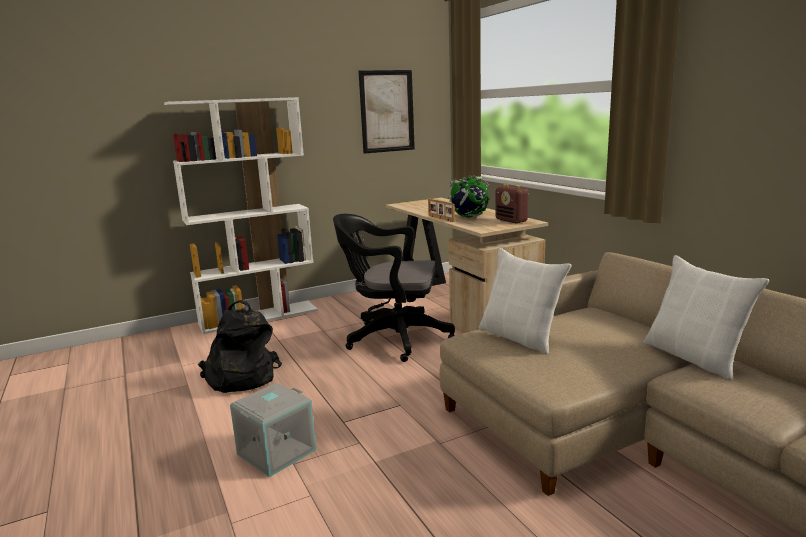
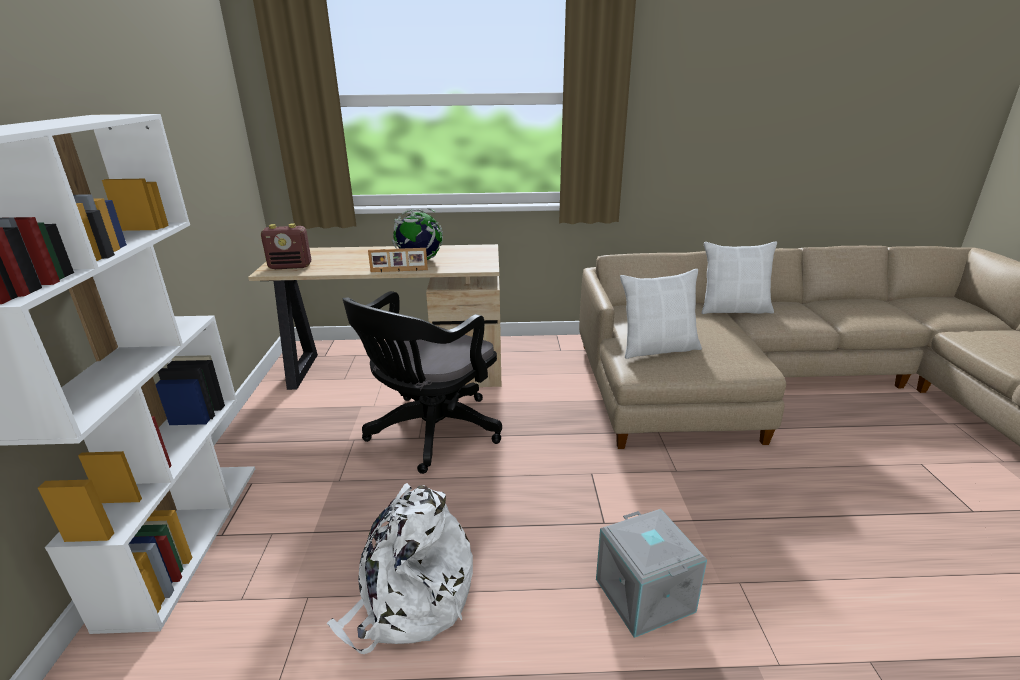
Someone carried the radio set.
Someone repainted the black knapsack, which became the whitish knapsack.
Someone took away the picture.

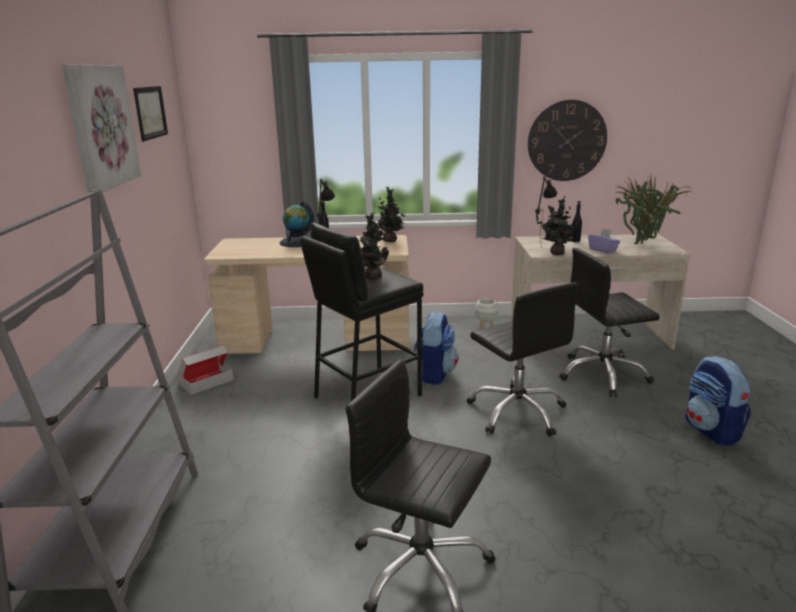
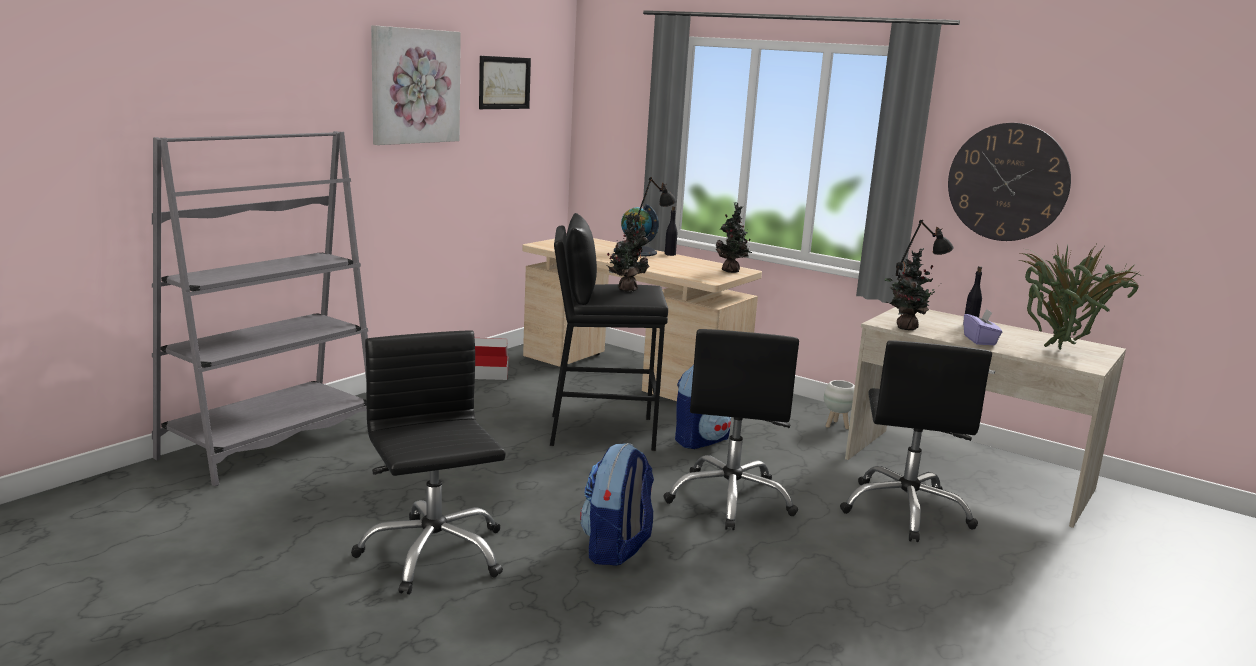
Someone carried the knapsack (no. 2 from left in the first image).
Someone rotated the black office chair (no. 3 from left) by 105 degrees counterclockwise.

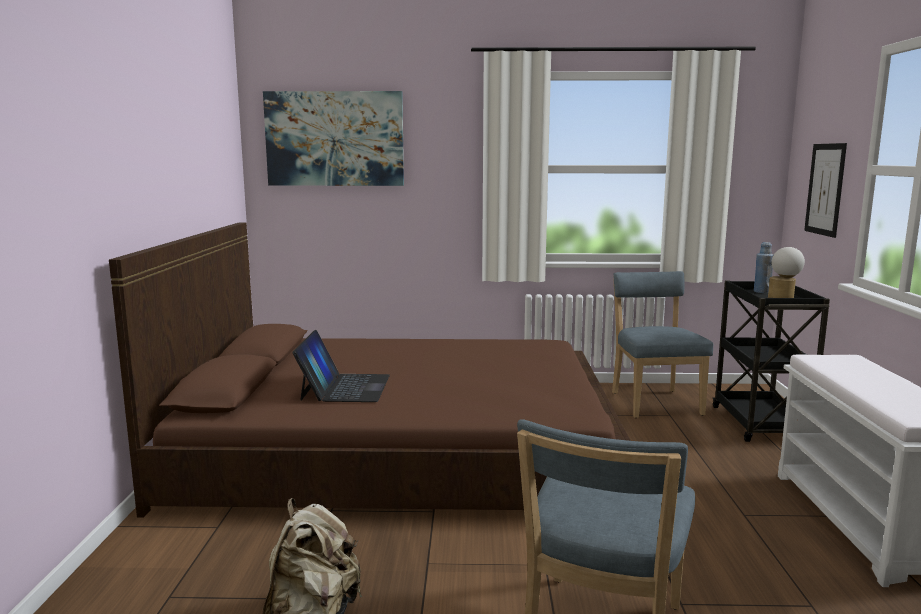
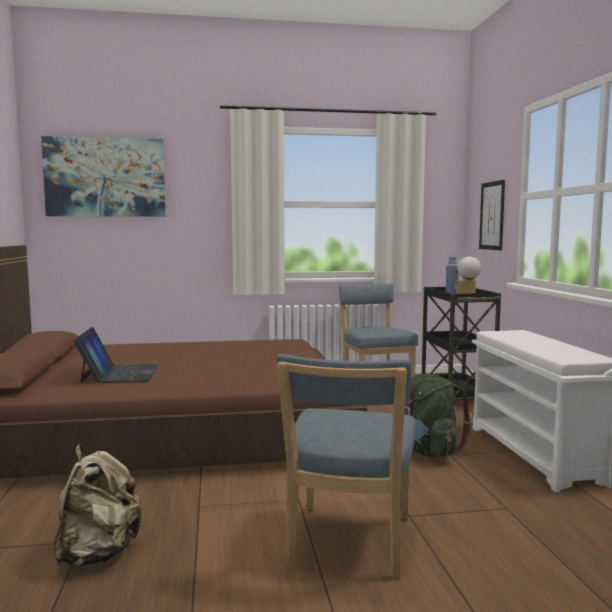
Someone put down the green-coloured knapsack.

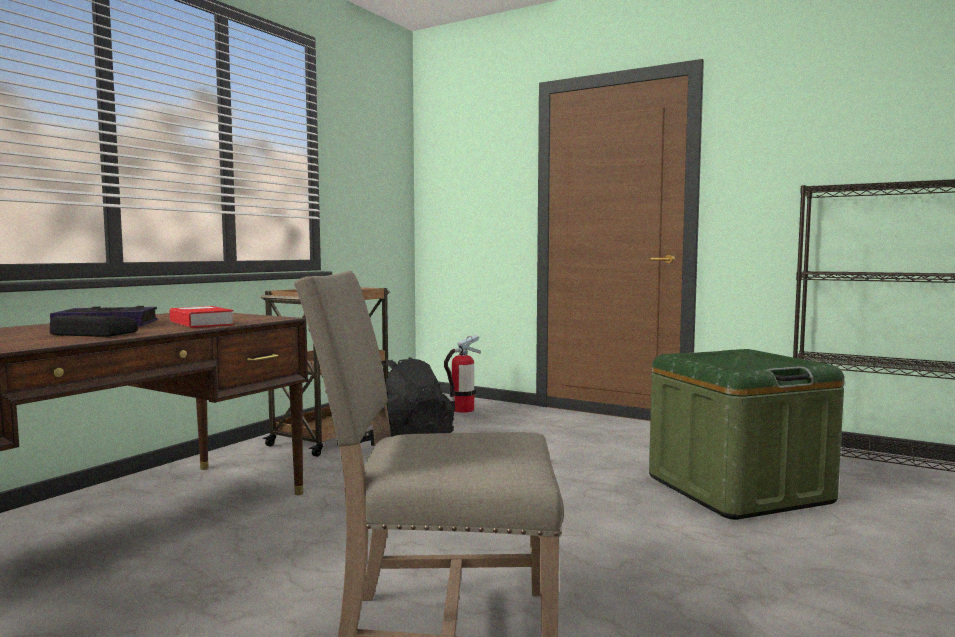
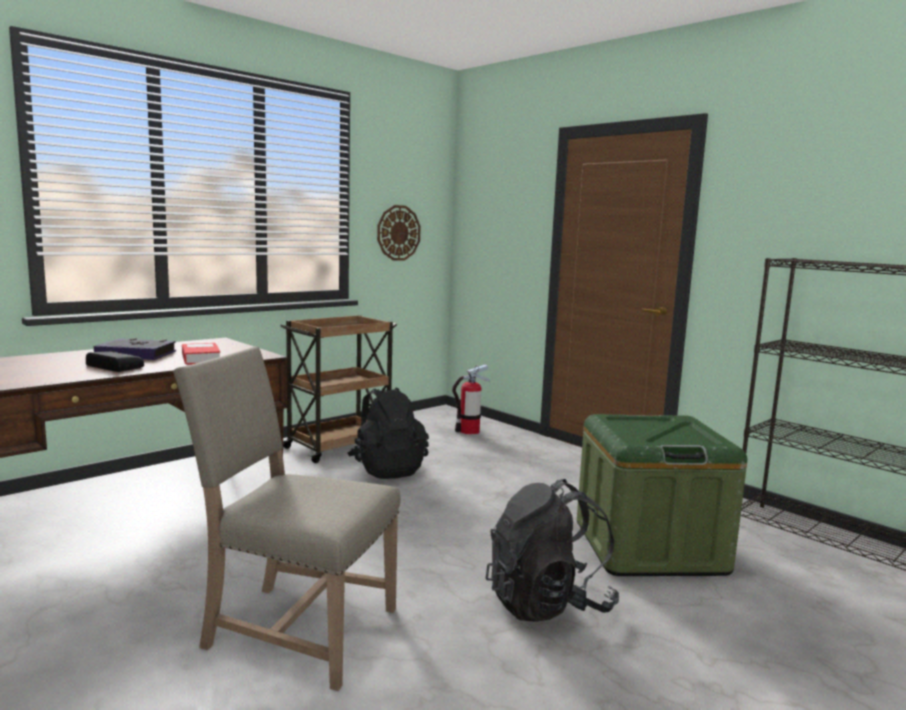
Someone put up the clock on the wall.
Someone put down the black knapsack (no. 2 from left).

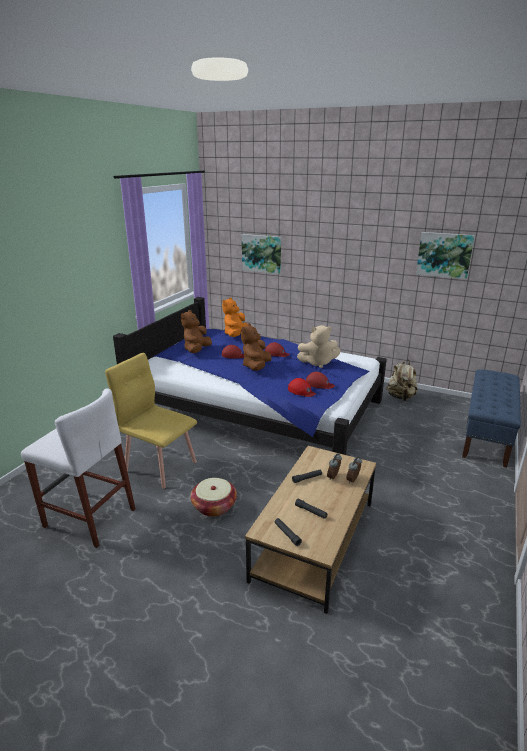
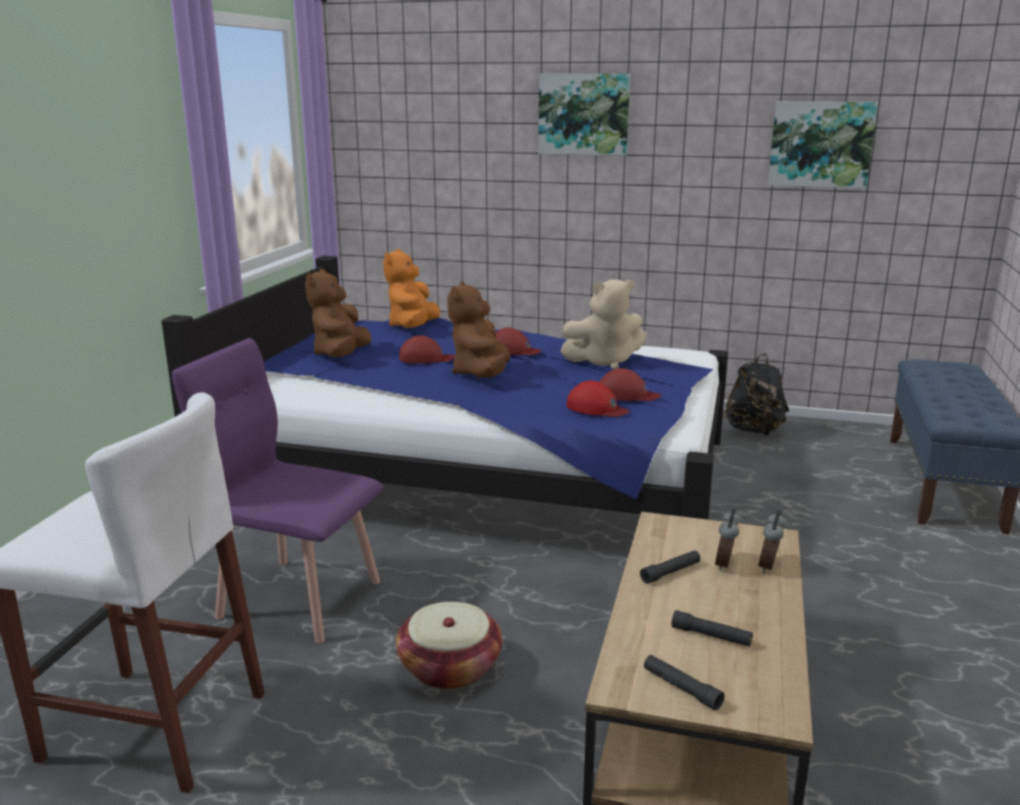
Someone repainted the yellow upright chair, which became the purple-coloured upright chair.
Someone carried the picture (no. 1 from left).
Someone repainted the beige-coloured knapsack, which became the black knapsack.

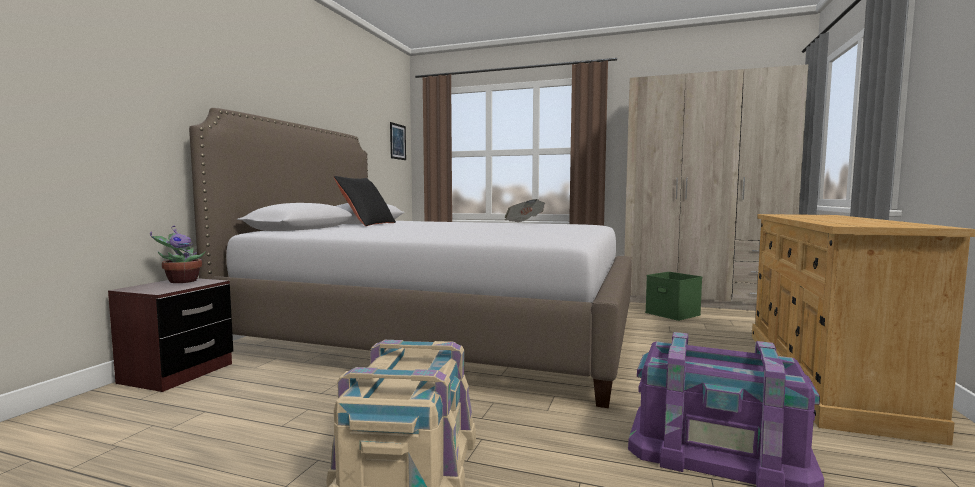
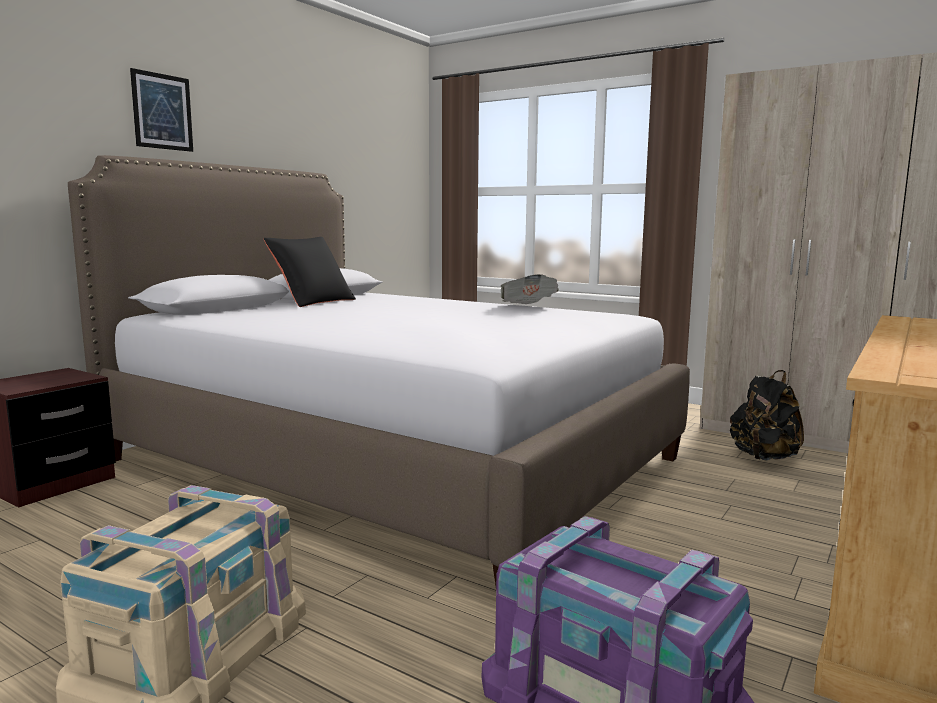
Someone carried the picture.
Someone swapped the green-coloured storage box for the black knapsack.
Someone took away the potted plant.

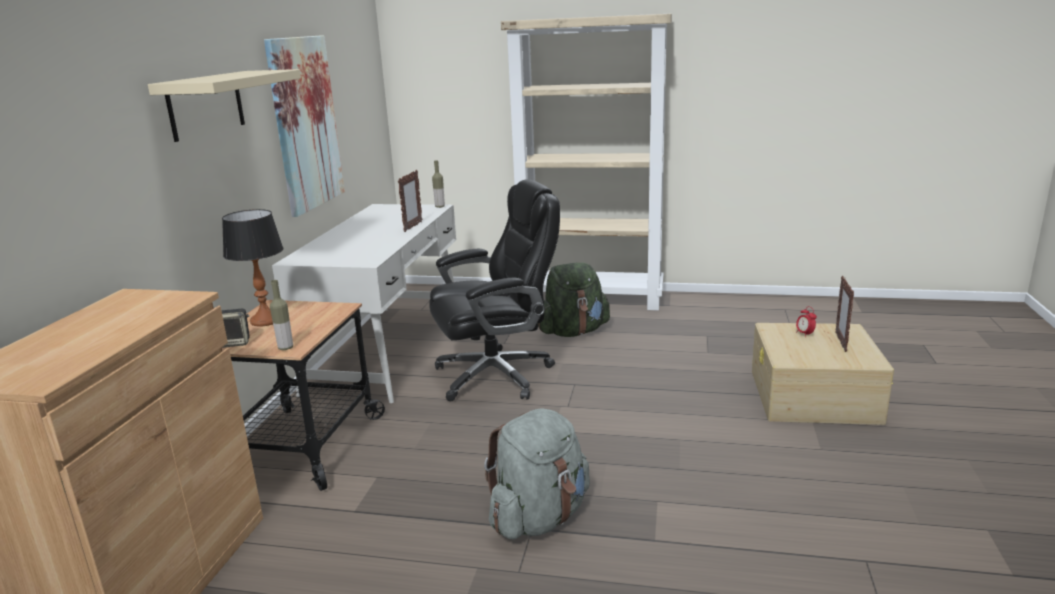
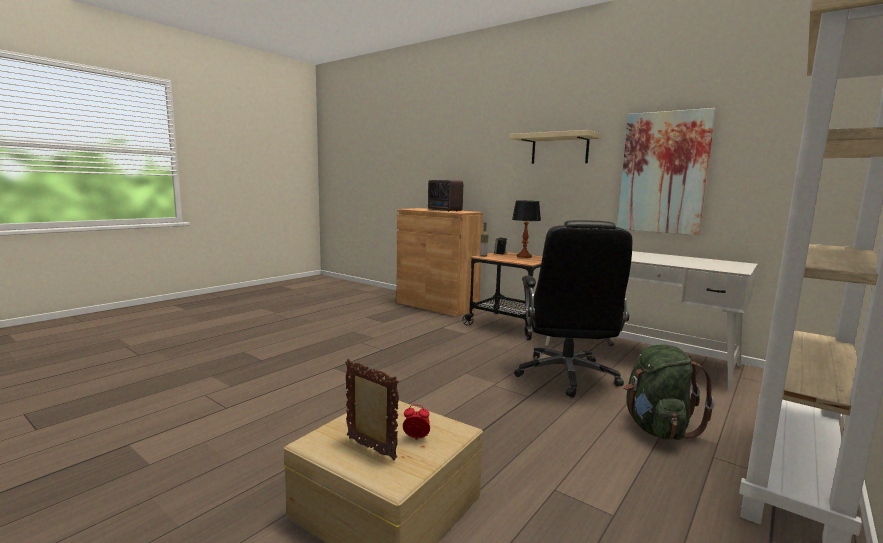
Someone put down the radio set.
Someone took away the picture frame (no. 1 from left).
Someone took away the bottle (no. 2 from left).
Someone took away the gray knapsack.

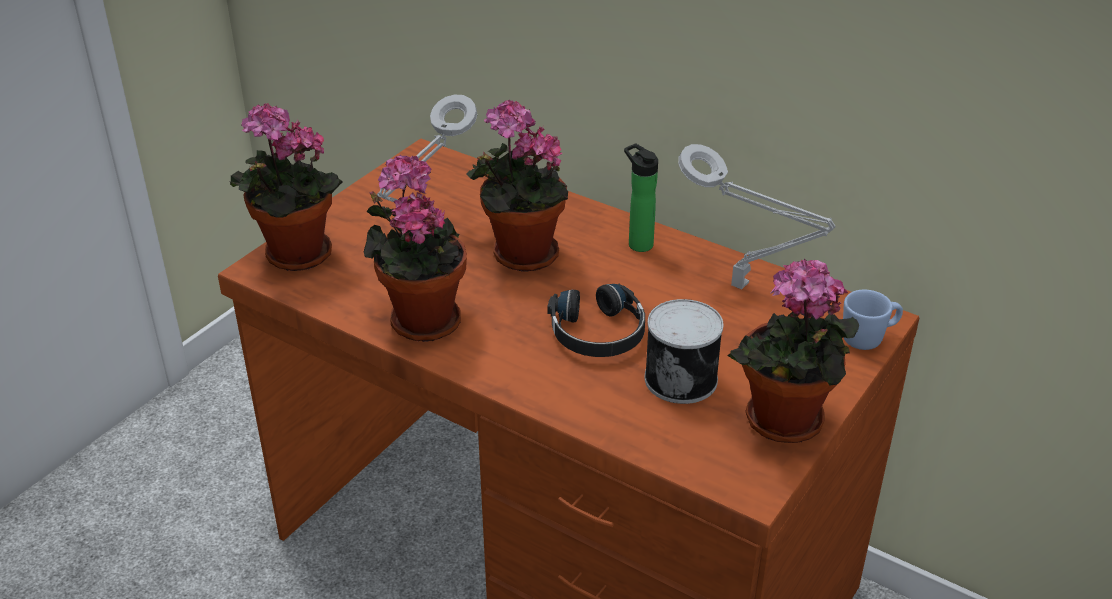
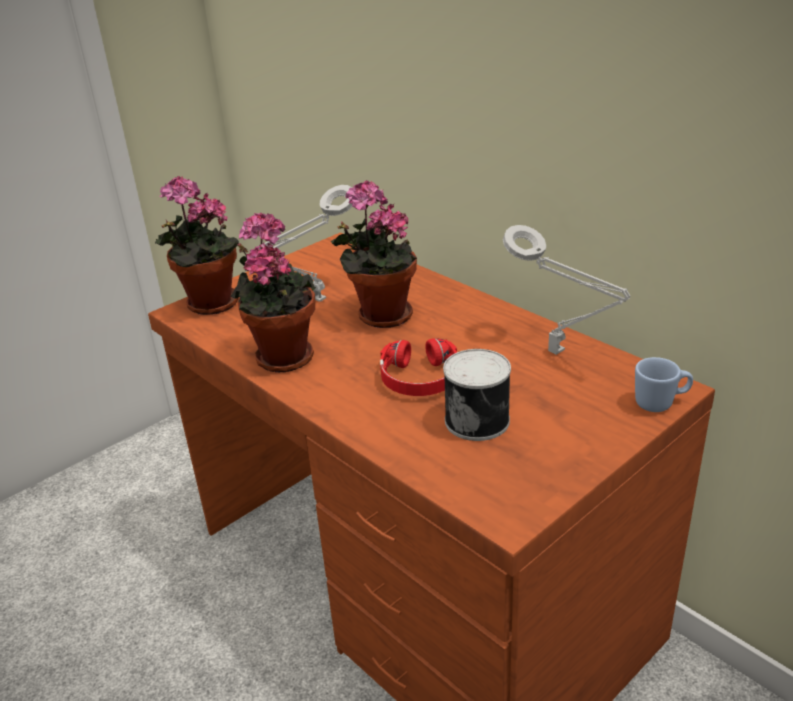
Someone repainted the black headset, which became the reddish headset.
Someone took away the bottle.
Someone took away the potted plant (no. 4 from left).

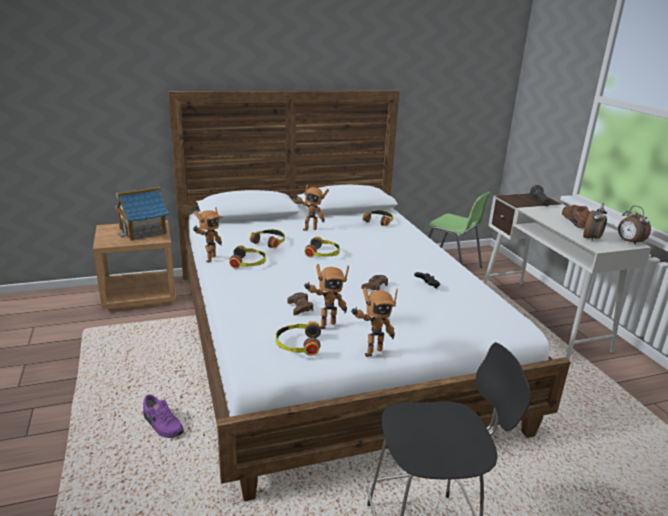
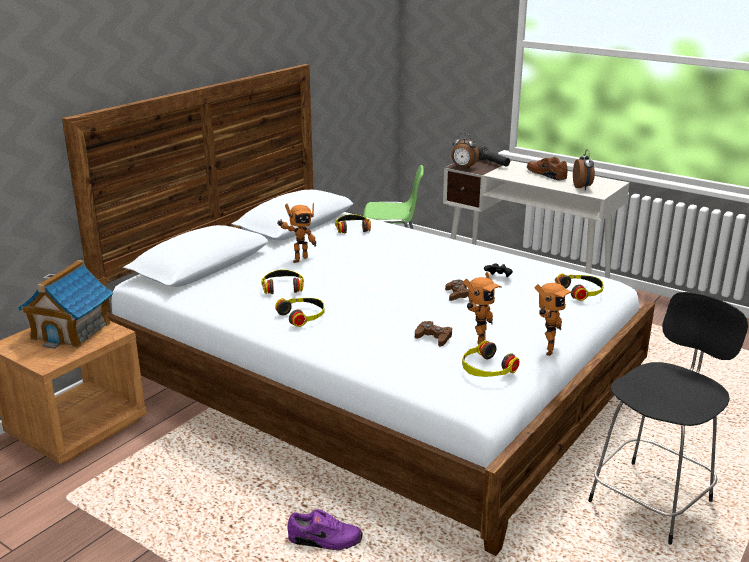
Someone carried the bedside clock (no. 2 from left in the first image).
Someone carried the headset (no. 4 from left in the first image).
Someone took away the model robot (no. 1 from left).

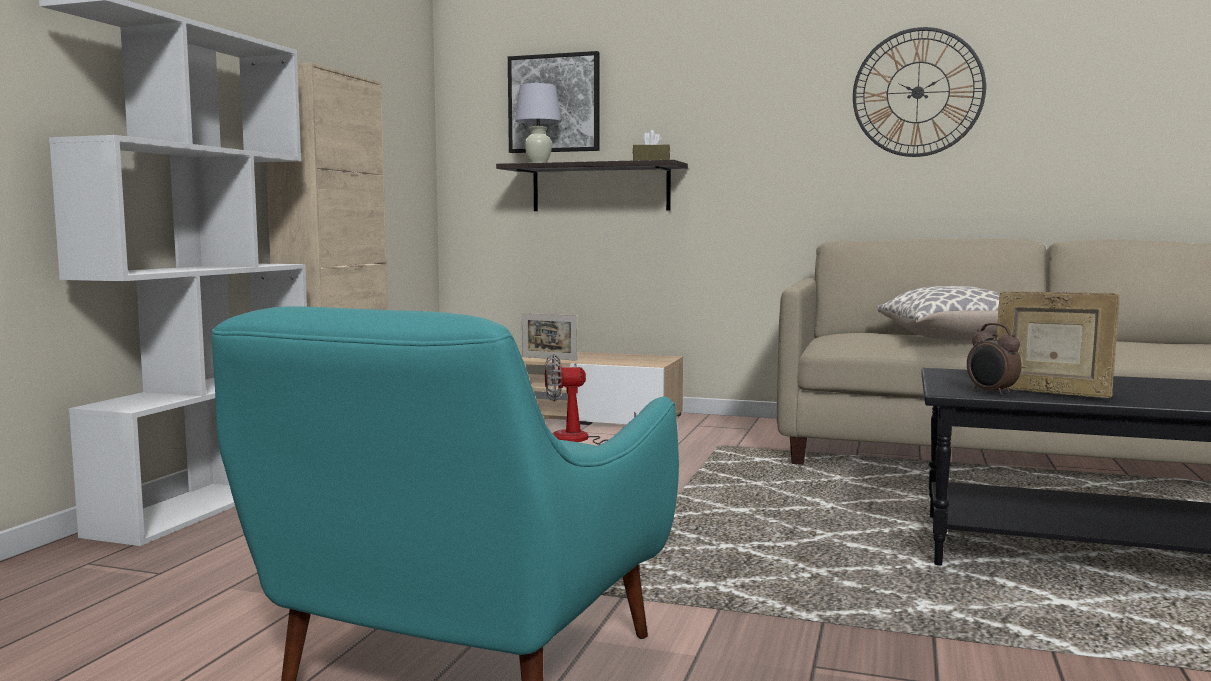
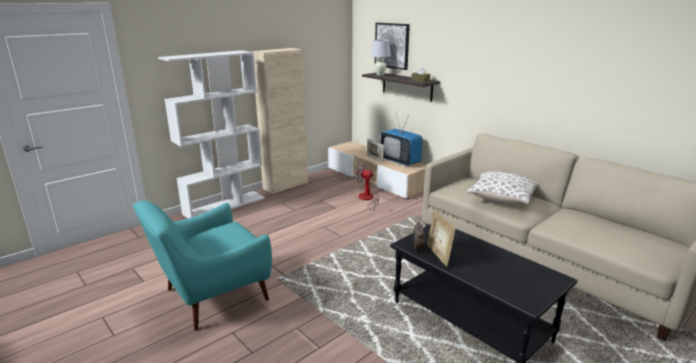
Someone put down the TV set.
Someone took away the clock on the wall.

